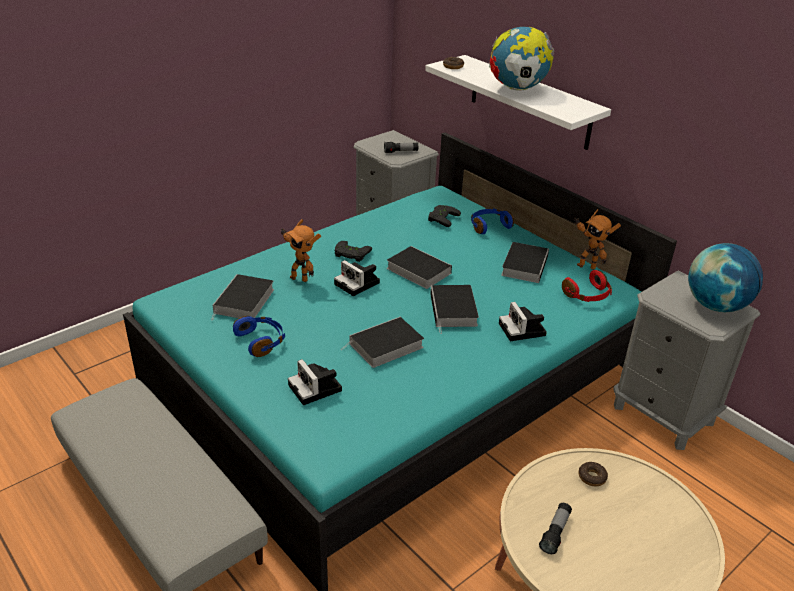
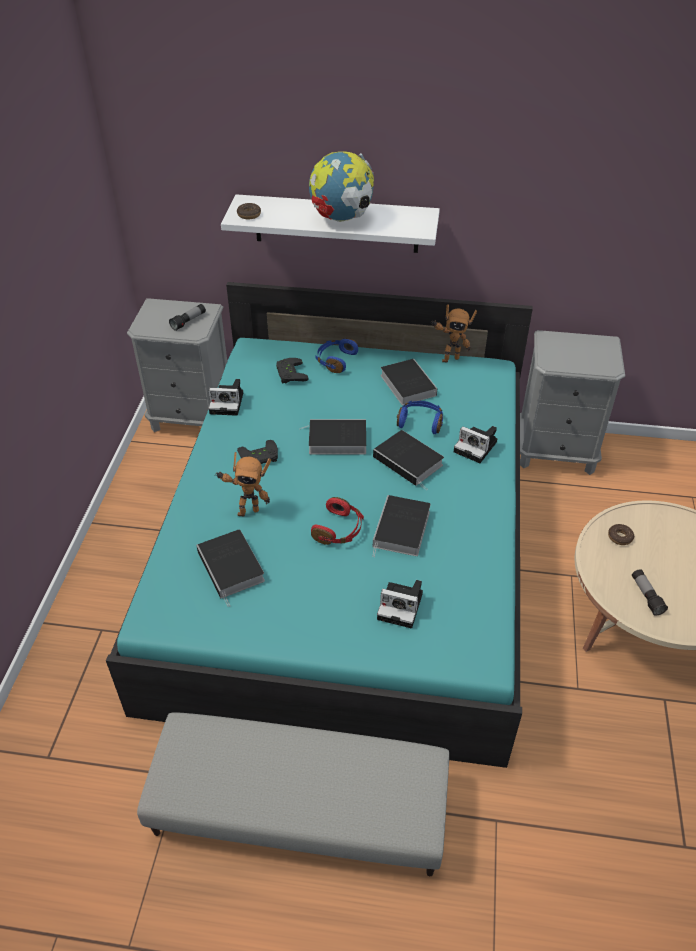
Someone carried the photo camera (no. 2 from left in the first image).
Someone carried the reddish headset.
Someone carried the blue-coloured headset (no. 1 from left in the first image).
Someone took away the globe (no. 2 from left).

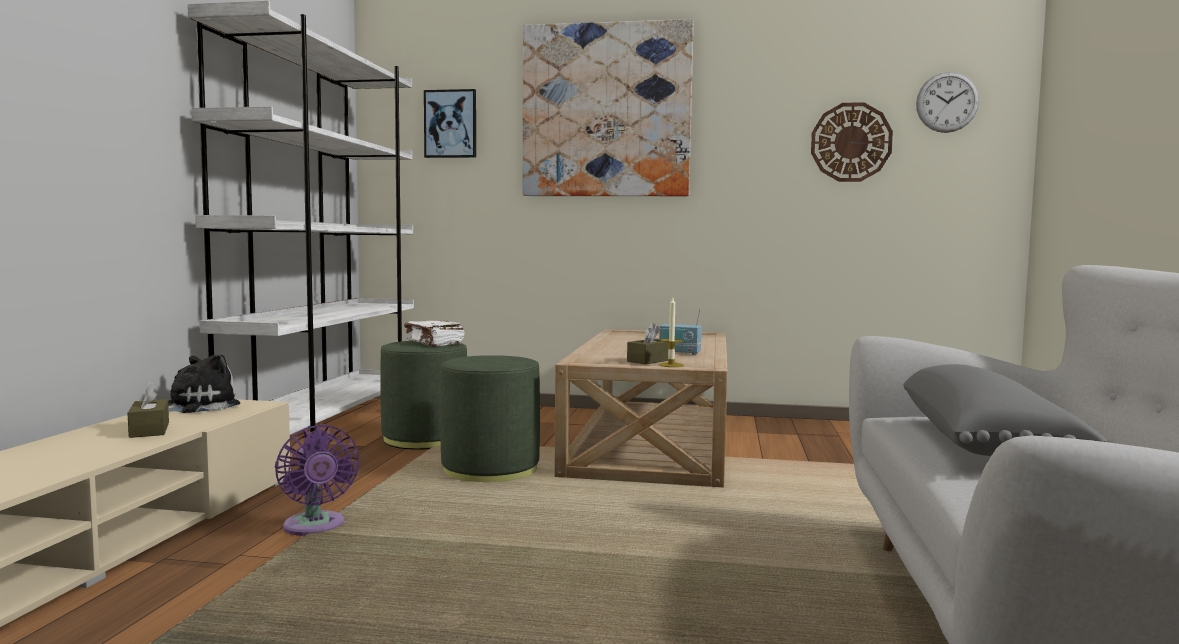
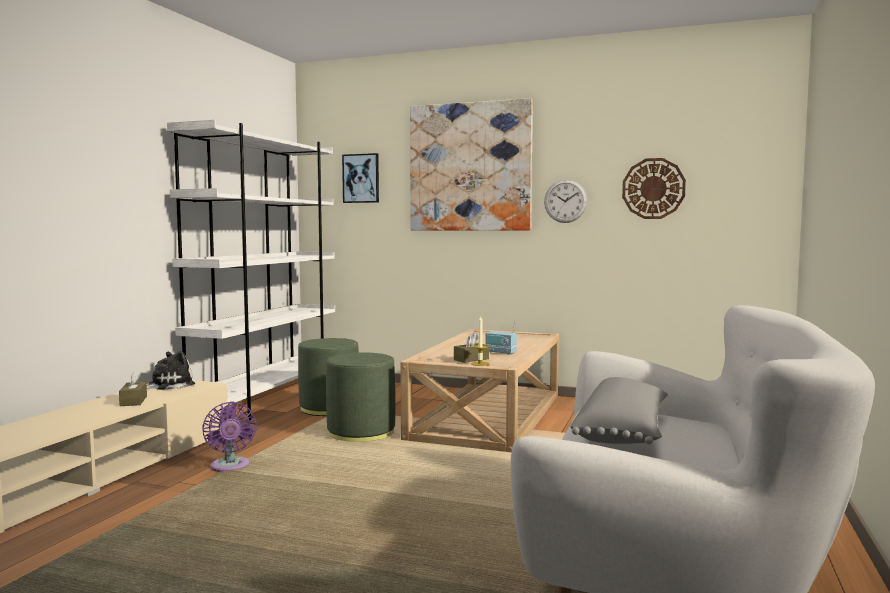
Someone carried the clock on the wall (no. 2 from left in the first image).
Someone took away the whitish volume.

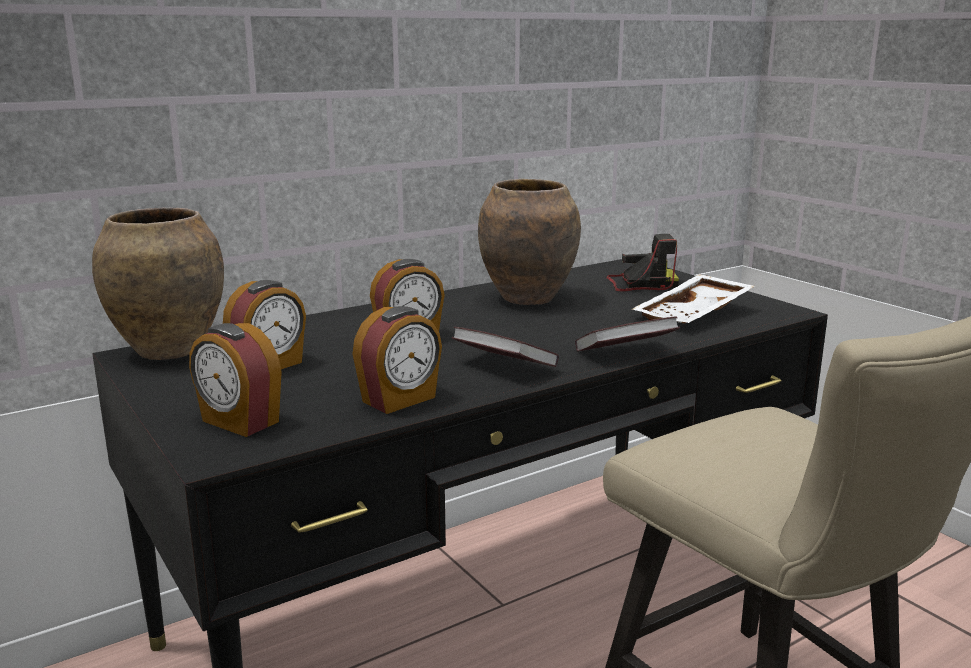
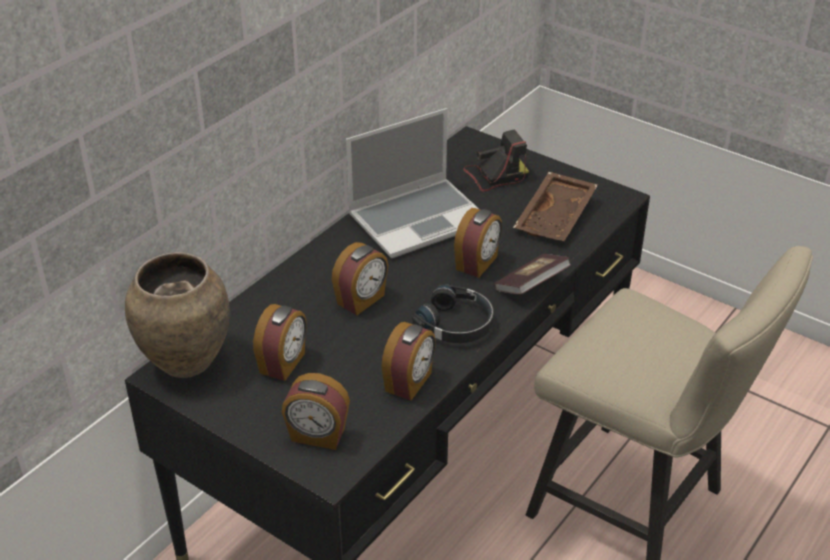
Someone swapped the brown vase (no. 2 from left) for the notebook computer.
Someone swapped the volume (no. 1 from left) for the black headset.
Someone put down the bedside clock (no. 5 from left).
Someone repainted the whitish tray, which became the brown tray.

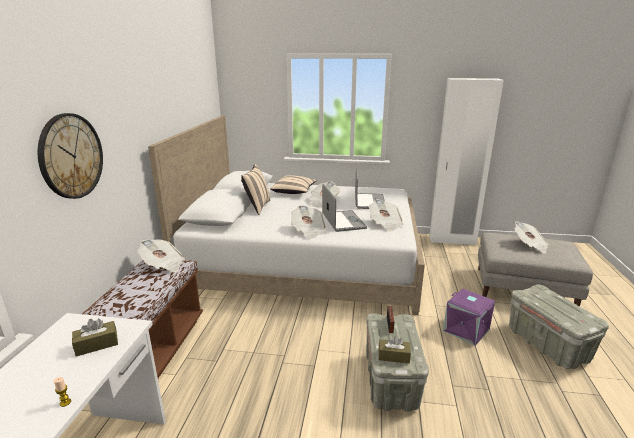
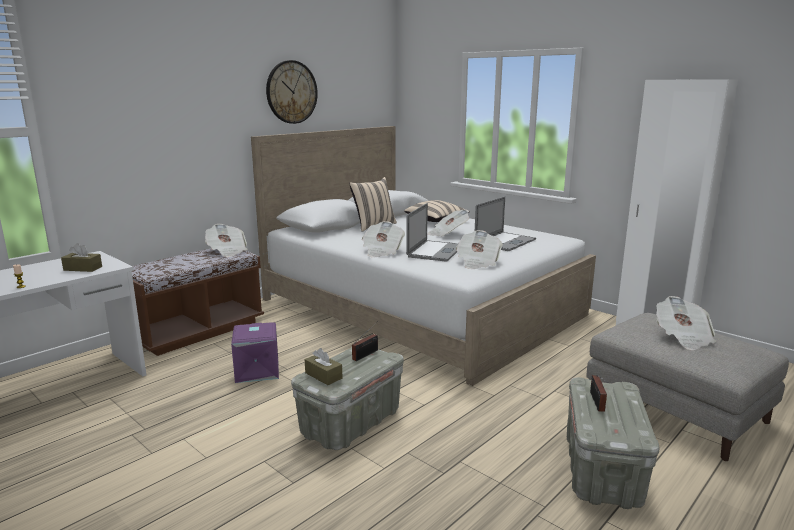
Someone carried the purple-coloured storage box.
Someone carried the clock on the wall.
Someone put down the radio set (no. 2 from left).

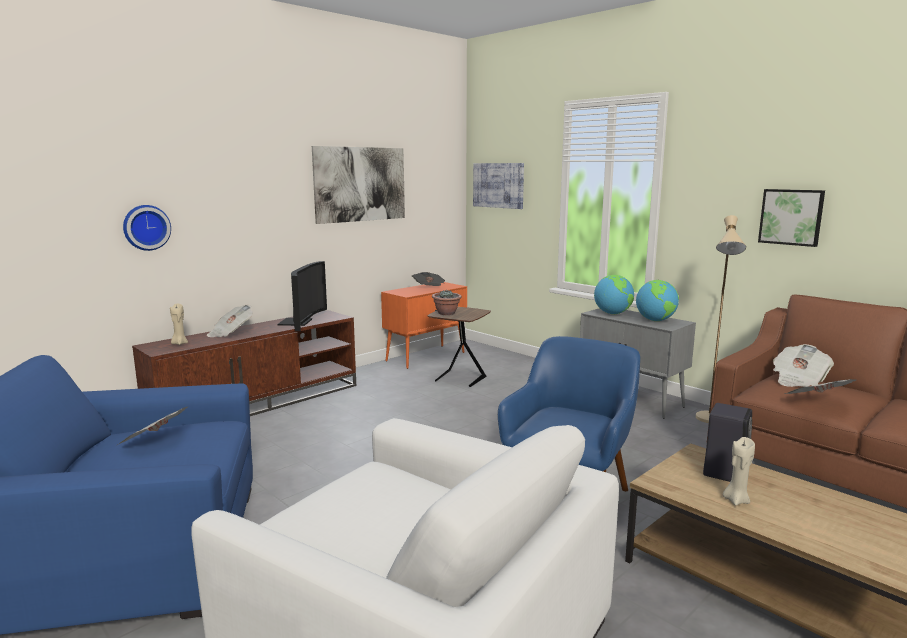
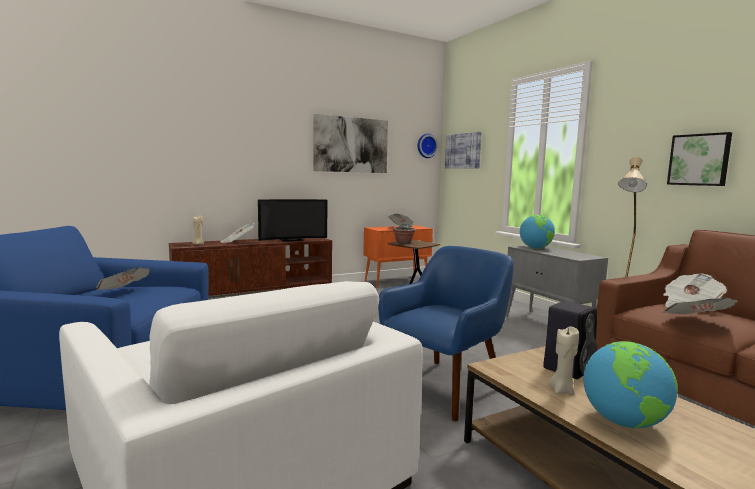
Someone rotated the TV set by 45 degrees clockwise.
Someone carried the clock on the wall.
Someone carried the globe (no. 2 from left).

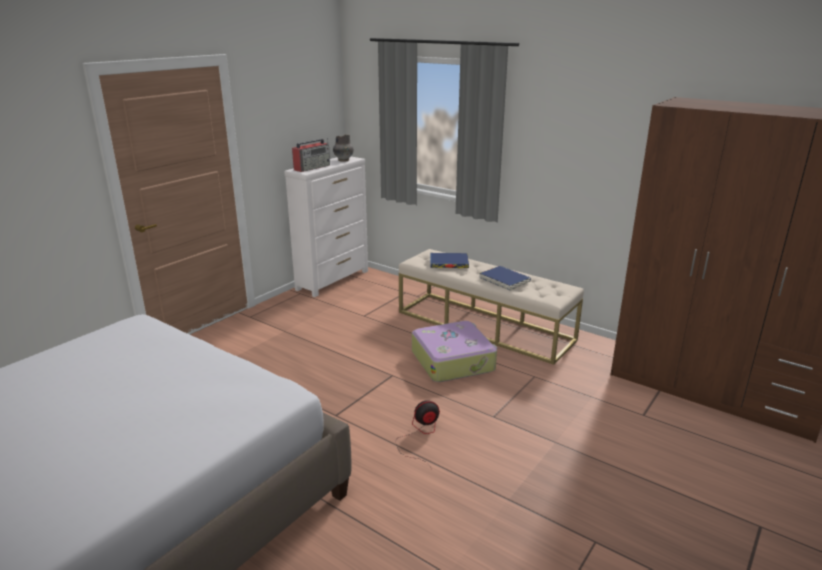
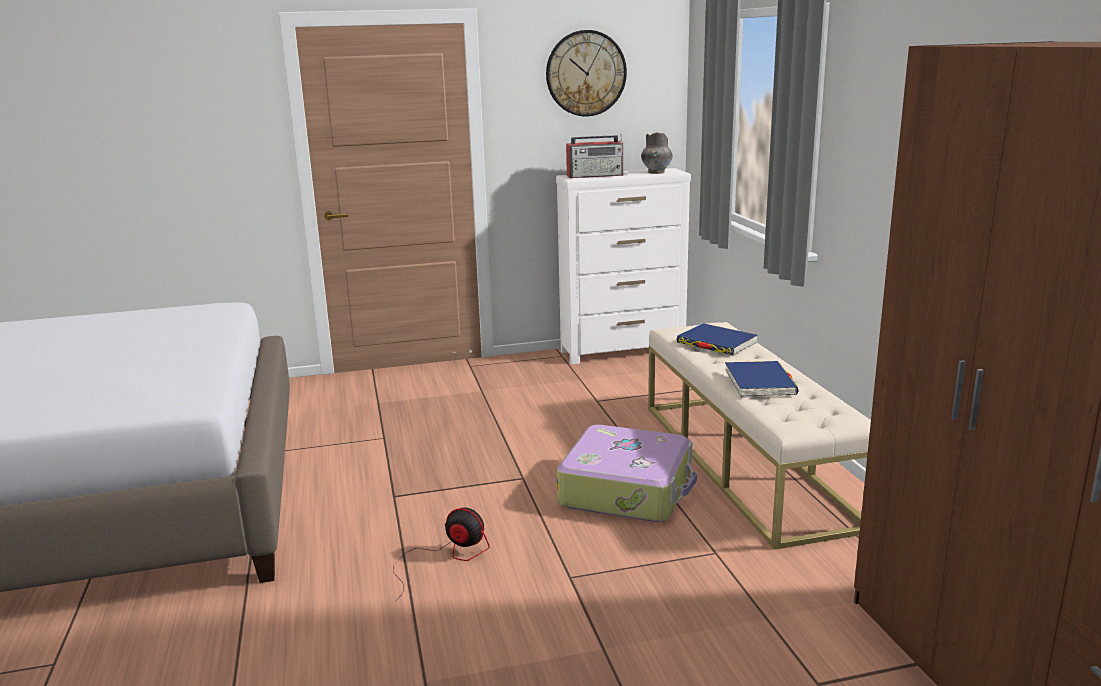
Someone put up the clock on the wall.

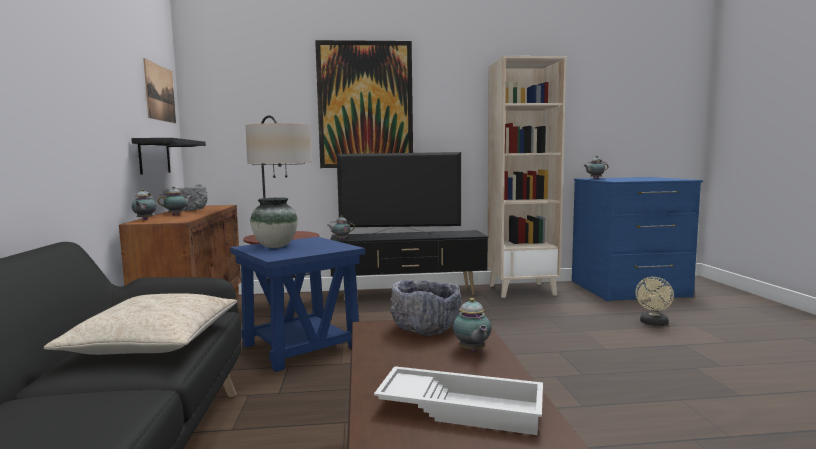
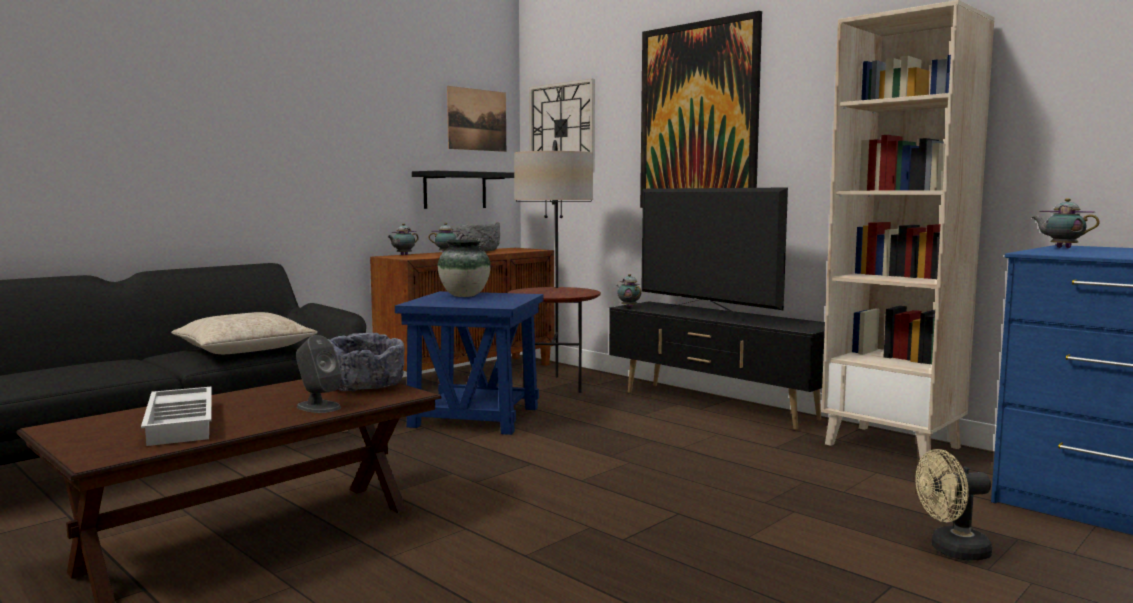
Someone swapped the tea pot (no. 4 from left) for the gray loudspeaker.
Someone put up the clock on the wall.

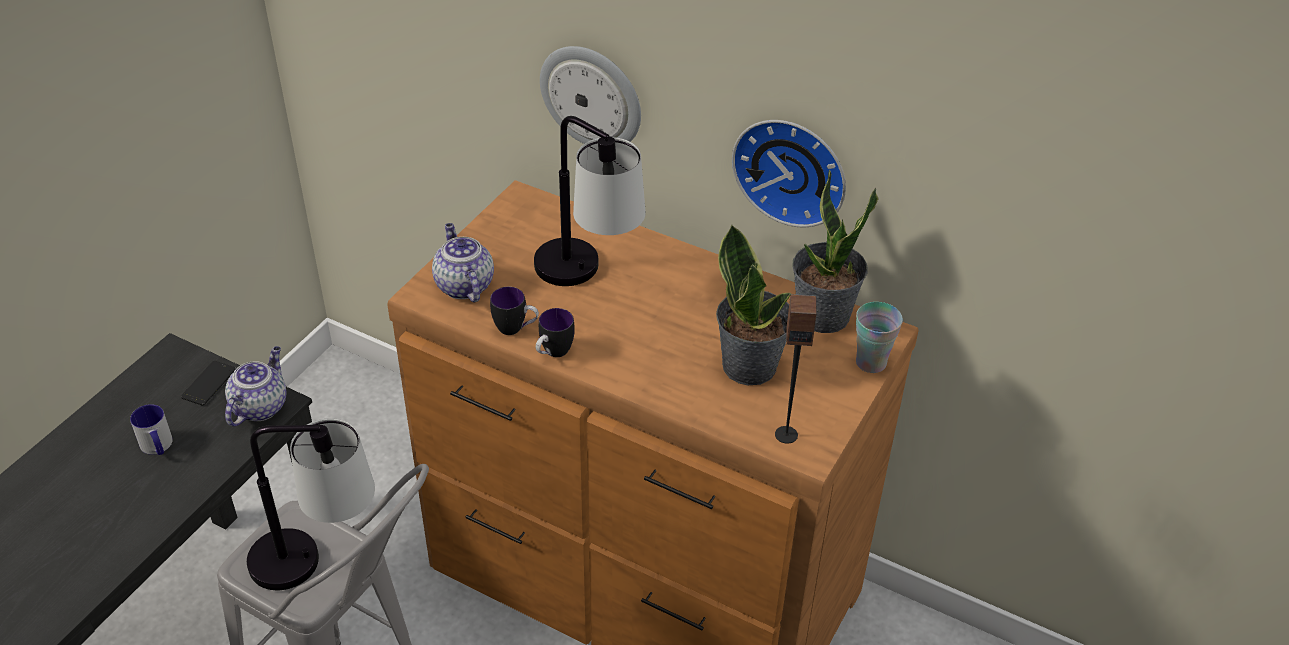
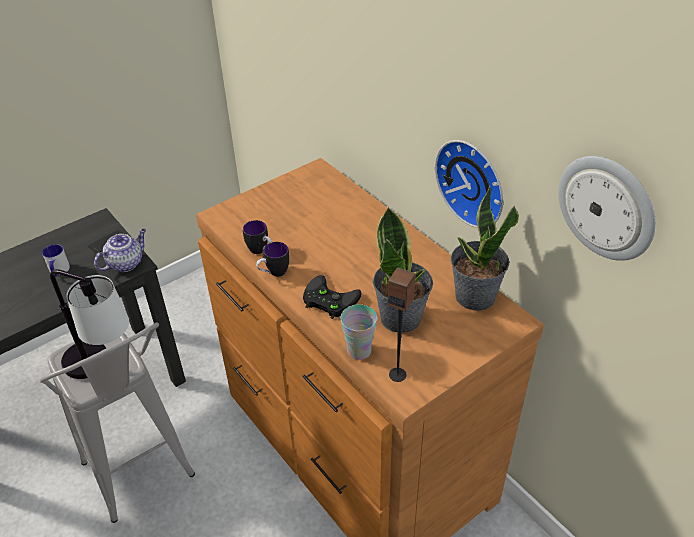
Someone put down the black game controller.
Someone carried the cup.
Someone carried the clock on the wall (no. 1 from left in the first image).
Someone took away the tea pot (no. 2 from left).
Someone took away the tabletop lamp (no. 2 from left).

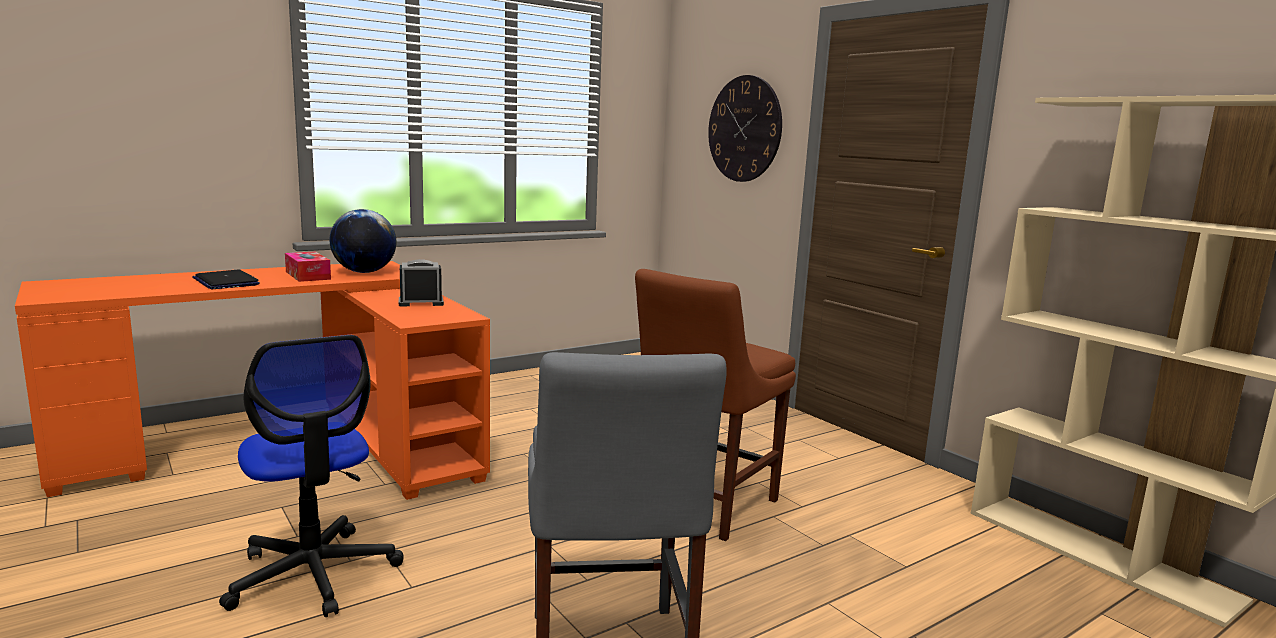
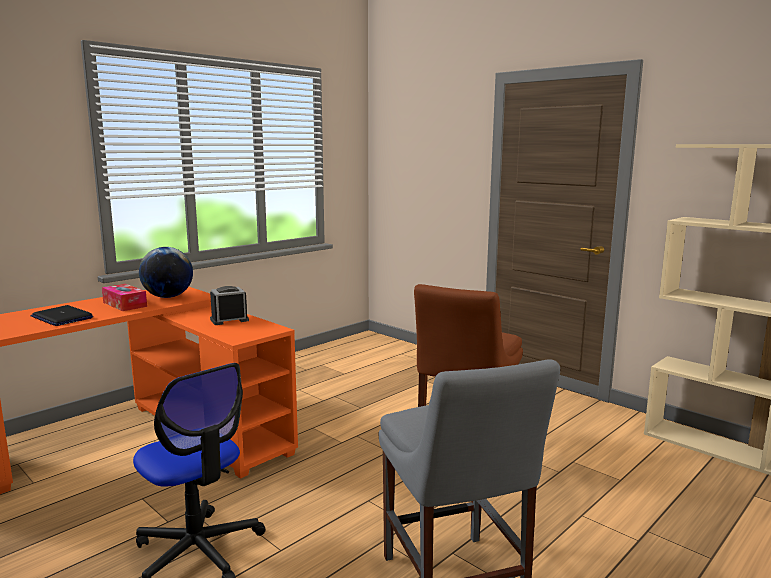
Someone took away the clock on the wall.

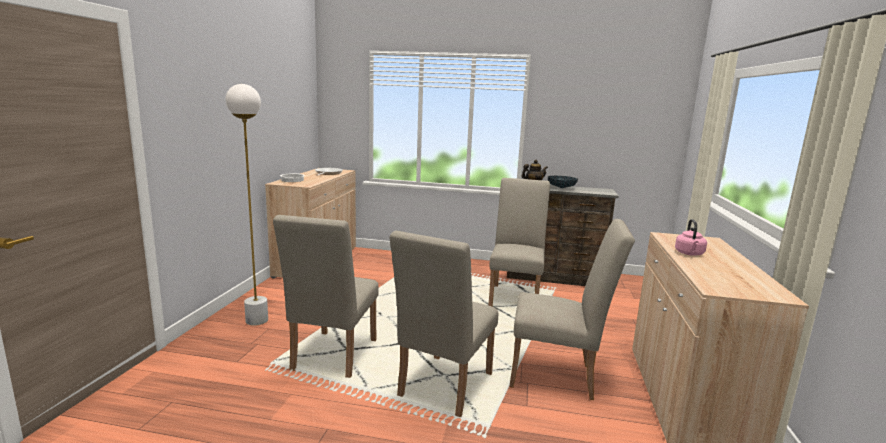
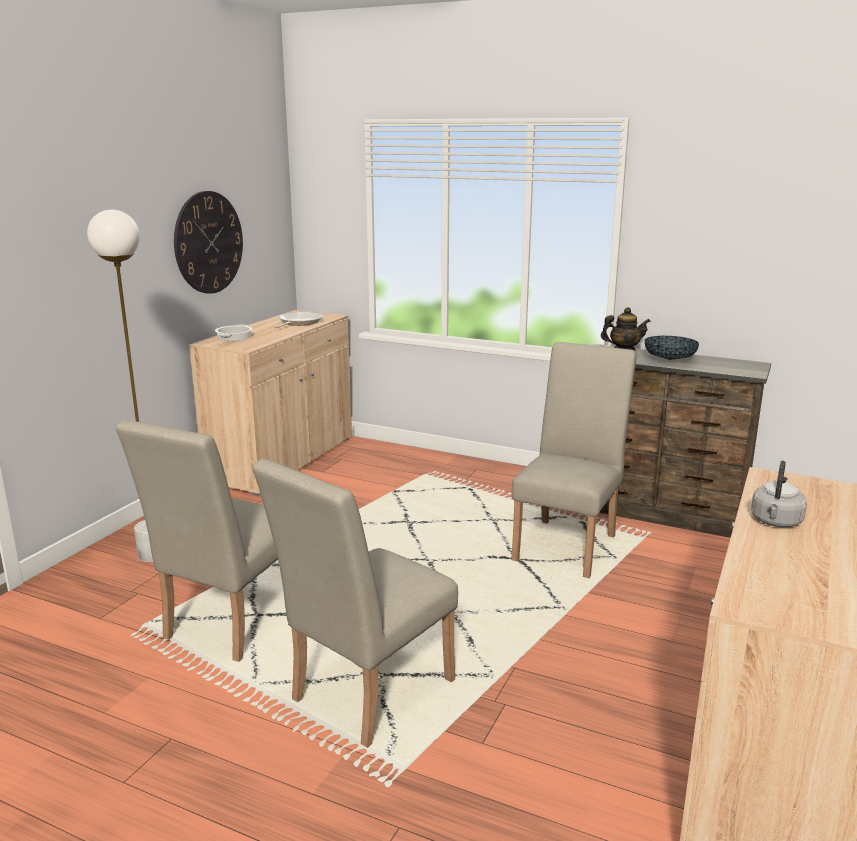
Someone put up the clock on the wall.
Someone repainted the pink tea kettle, which became the gray tea kettle.
Someone took away the beige-coloured upright chair (no. 4 from left).

